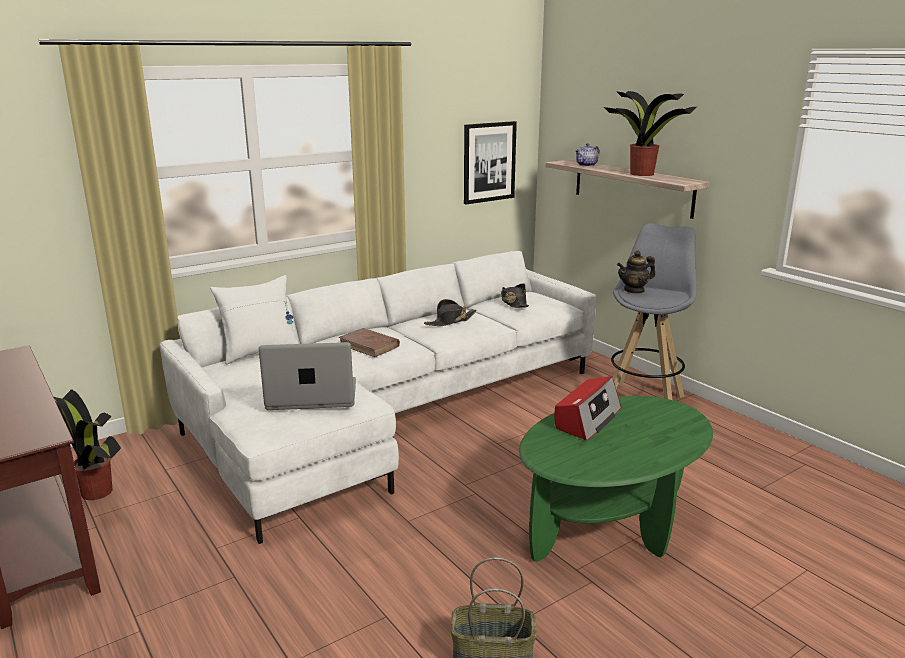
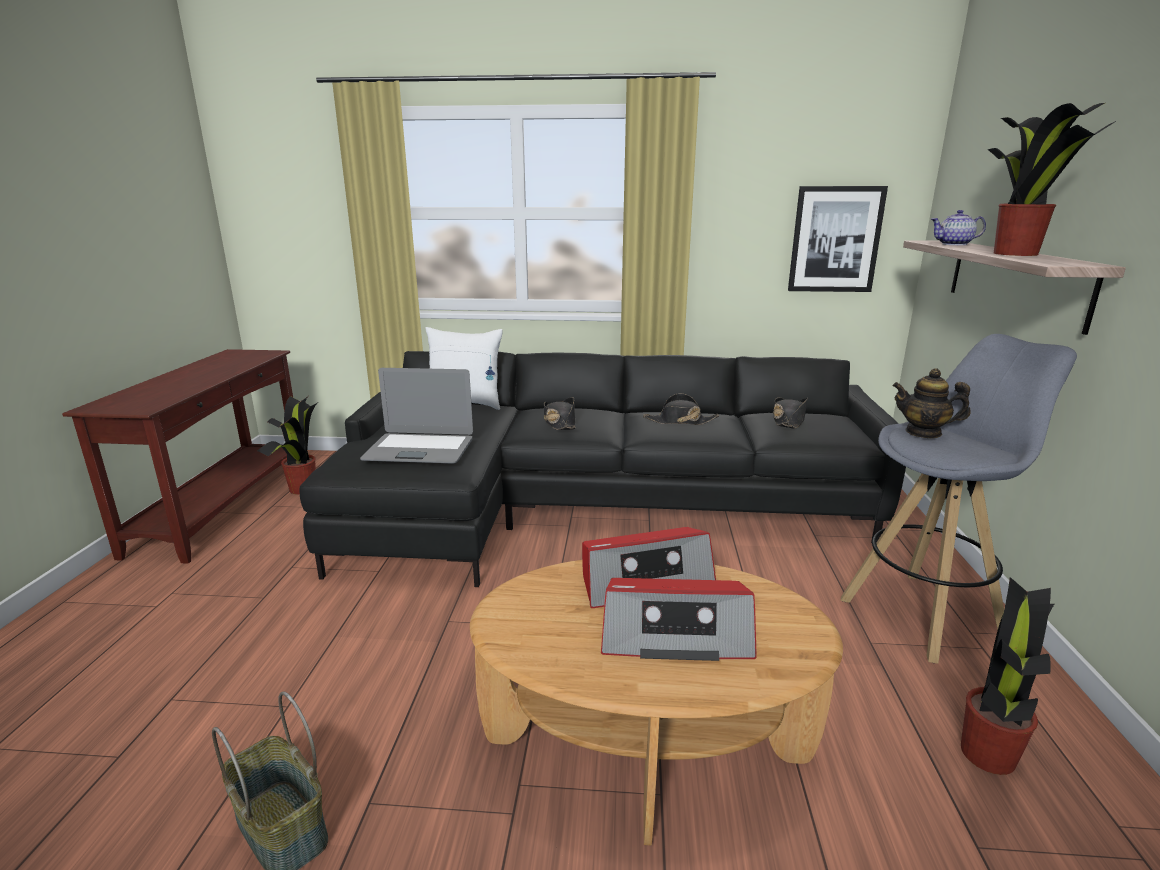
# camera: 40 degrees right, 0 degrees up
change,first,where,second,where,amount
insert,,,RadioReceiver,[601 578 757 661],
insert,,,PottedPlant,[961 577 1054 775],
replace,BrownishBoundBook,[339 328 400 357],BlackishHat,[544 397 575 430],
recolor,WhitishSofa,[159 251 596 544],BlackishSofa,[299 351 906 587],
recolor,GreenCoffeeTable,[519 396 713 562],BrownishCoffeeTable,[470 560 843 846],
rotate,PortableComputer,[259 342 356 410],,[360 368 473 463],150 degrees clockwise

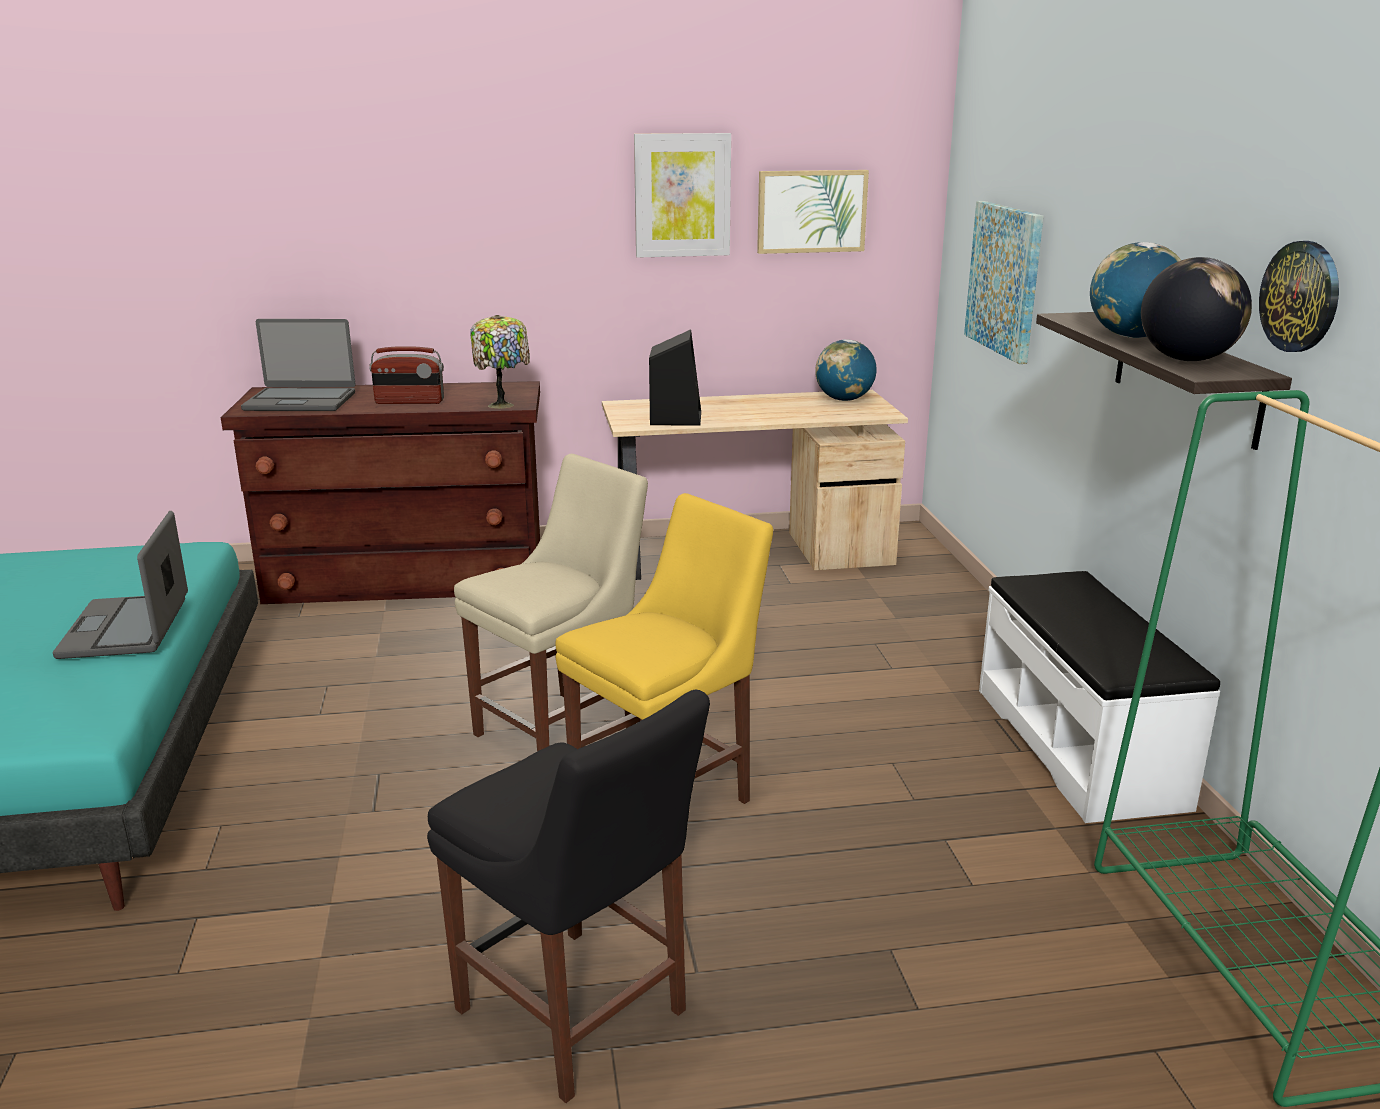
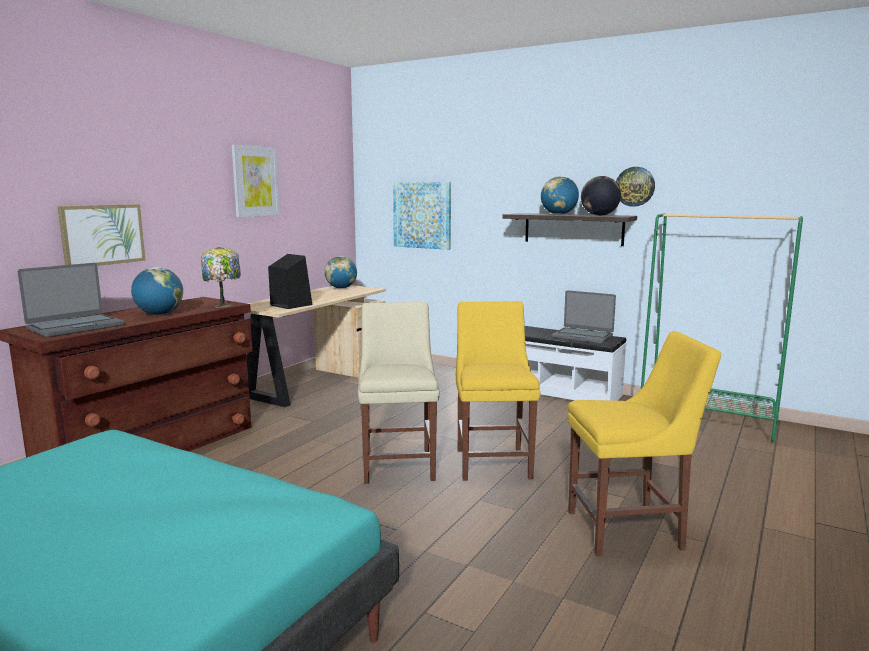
# camera: 50 degrees left, 10 degrees down
change,first,where,second,where,amount
move,PortableComputer,[53 511 188 659],,[551 290 616 344],
move,WallPicture,[757 170 869 254],,[57 204 146 266],
replace,RadioReceiver,[369 346 444 404],Globe,[131 267 183 315],
recolor,BlackishUprightChair,[427 690 710 1103],YellowUprightChair,[568 331 721 556],

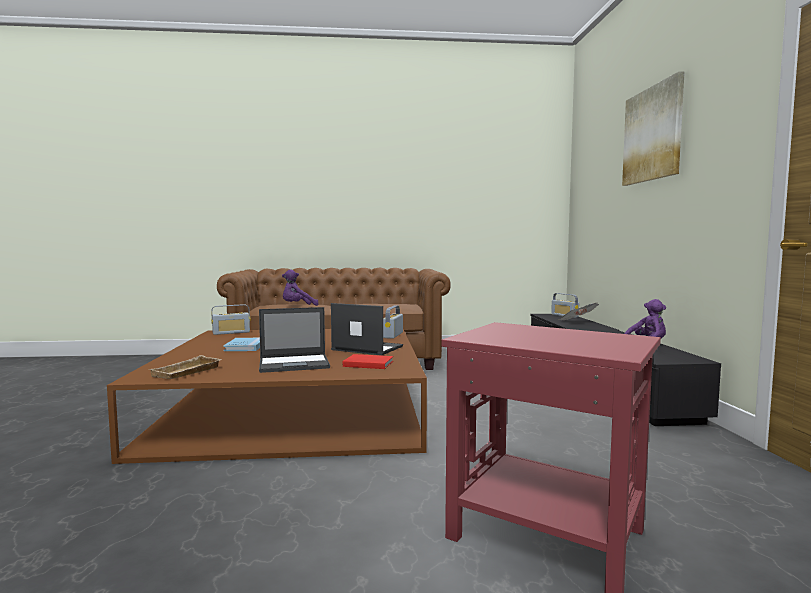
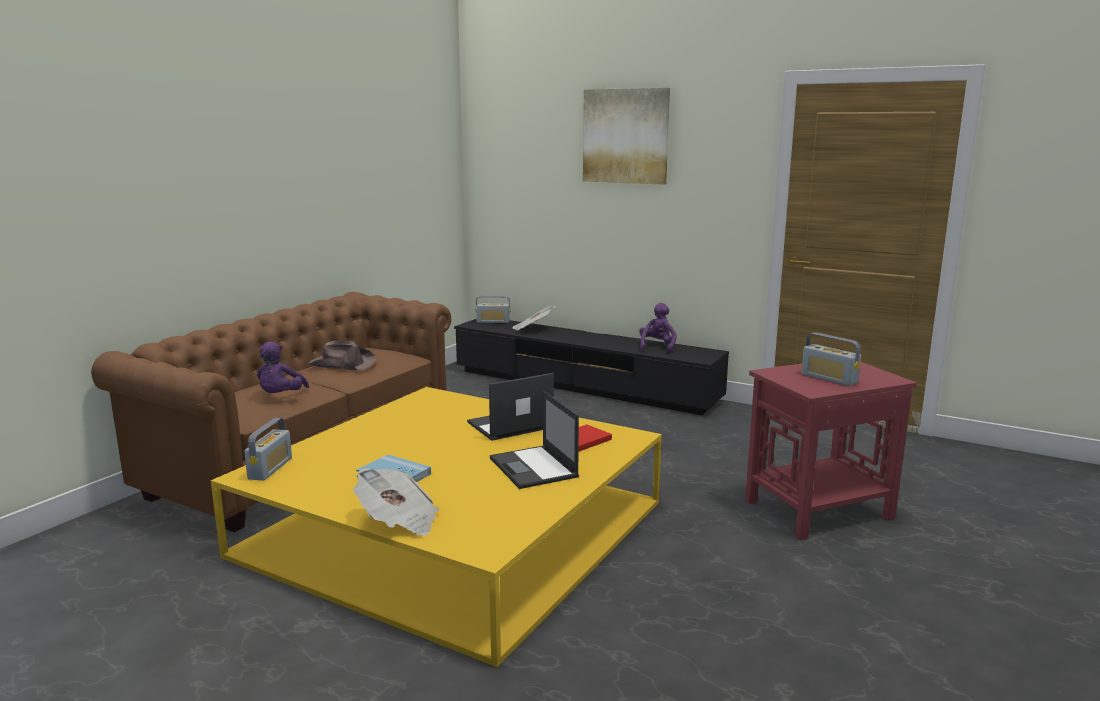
# camera: 55 degrees left, 10 degrees up
change,first,where,second,where,amount
delete,BeigeColouredCarryingTray,[149 355 222 379],,,
insert,,,BrownishHat,[309 341 377 370],
insert,,,DailyPaper,[353 468 439 536],
move,RadioReceiver,[383 305 403 339],,[802 333 861 386],
recolor,BrownishCoffeeTable,[107 329 427 464],YellowCoffeeTable,[211 387 662 667],
rotate,PortableComputer,[259 307 330 373],,[490 391 579 489],135 degrees clockwise

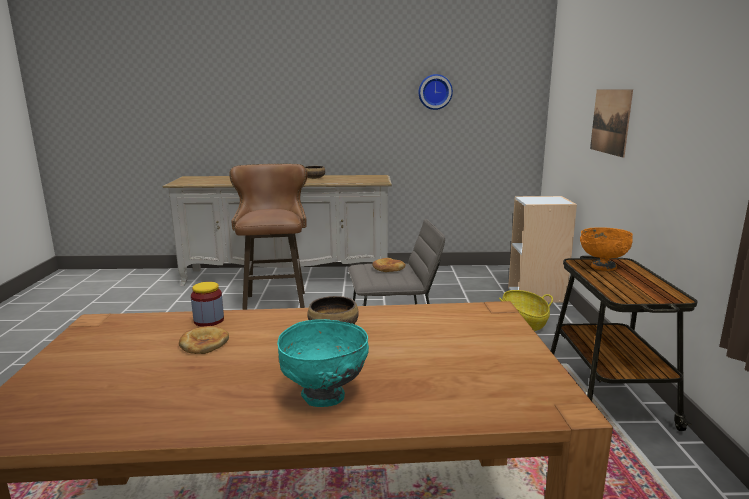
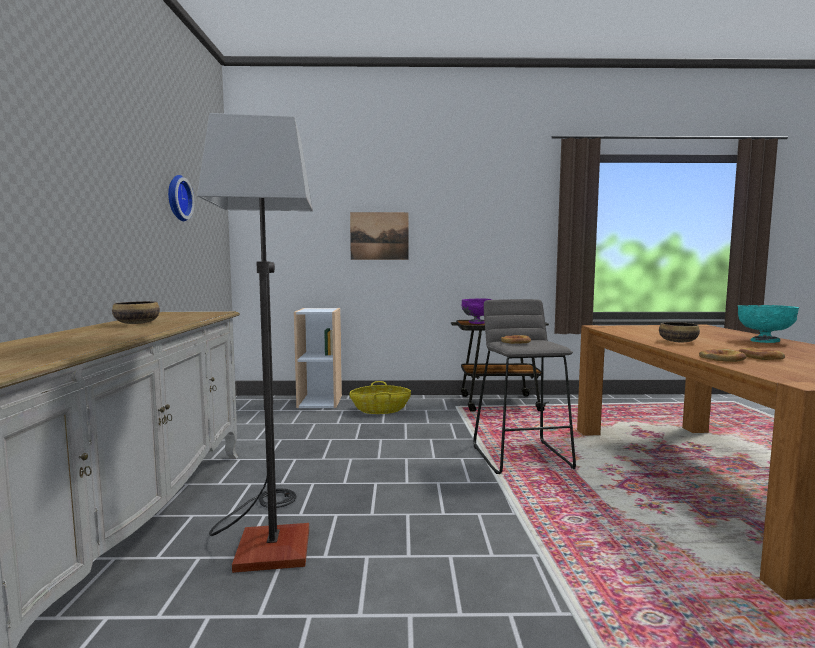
# camera: 90 degrees left, 10 degrees down
change,first,where,second,where,amount
replace,PreserveJar,[191 282 224 327],BakeryBread,[699 349 747 362],
replace,BrownishStool,[229 163 307 310],FloorLamp,[197 113 313 573],
recolor,OrangeColouredDeepDish,[580 227 633 271],PurpleDeepDish,[462 298 492 324],

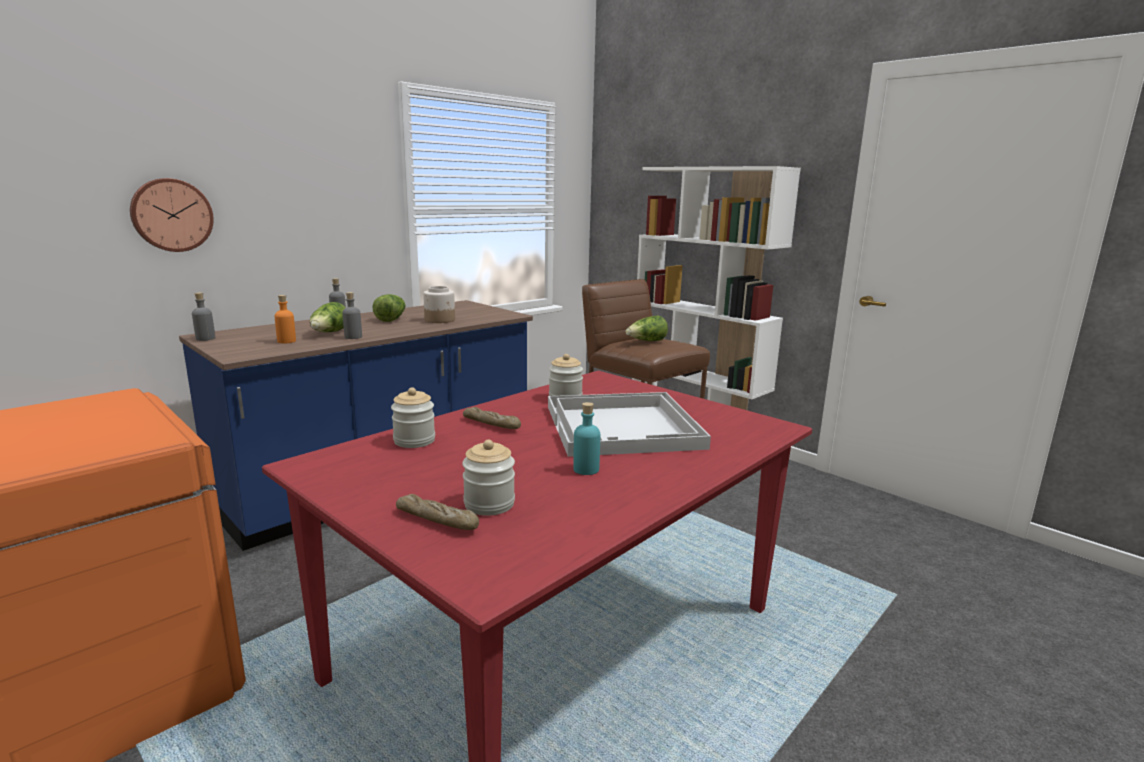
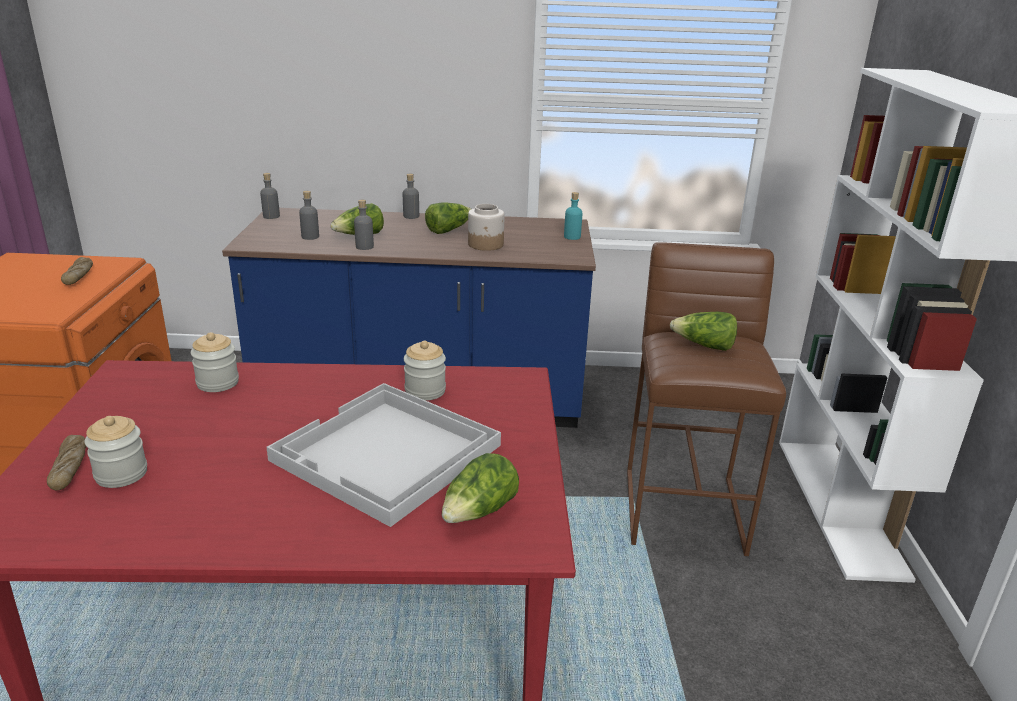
# camera: 45 degrees right, 10 degrees up
change,first,where,second,where,amount
delete,ClockOnTheWall,[130 178 214 252],,,
insert,,,LettuceHead,[442 453 519 523],
move,BakeryBread,[463 407 521 429],,[61 257 93 285],
move,TurquoiseColouredBeverageBottle,[573 402 600 475],,[564 192 583 240],
recolor,OrangeColouredBeverageBottle,[275 295 296 344],GreyishBeverageBottle,[299 191 319 240],

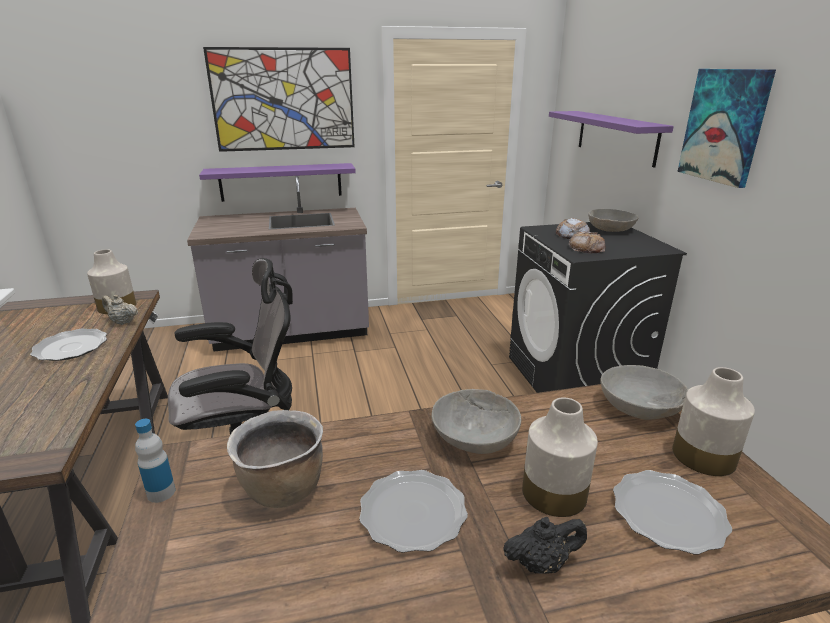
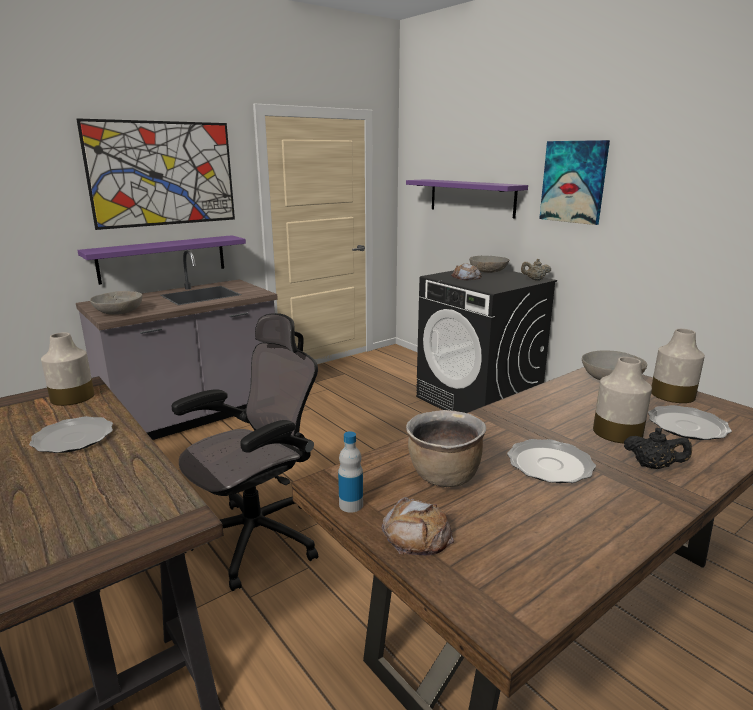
# camera: 25 degrees left, 5 degrees down
change,first,where,second,where,amount
move,BeigeColouredTeapot,[102 295 138 325],,[521 259 551 281],
move,GreyishDeepDish,[431 389 521 454],,[90 291 143 315],
move,BakeryBread,[569 231 606 253],,[381 497 454 555],
rotate,BlackishTeapot,[503 517 587 574],,[624 428 692 469],60 degrees clockwise

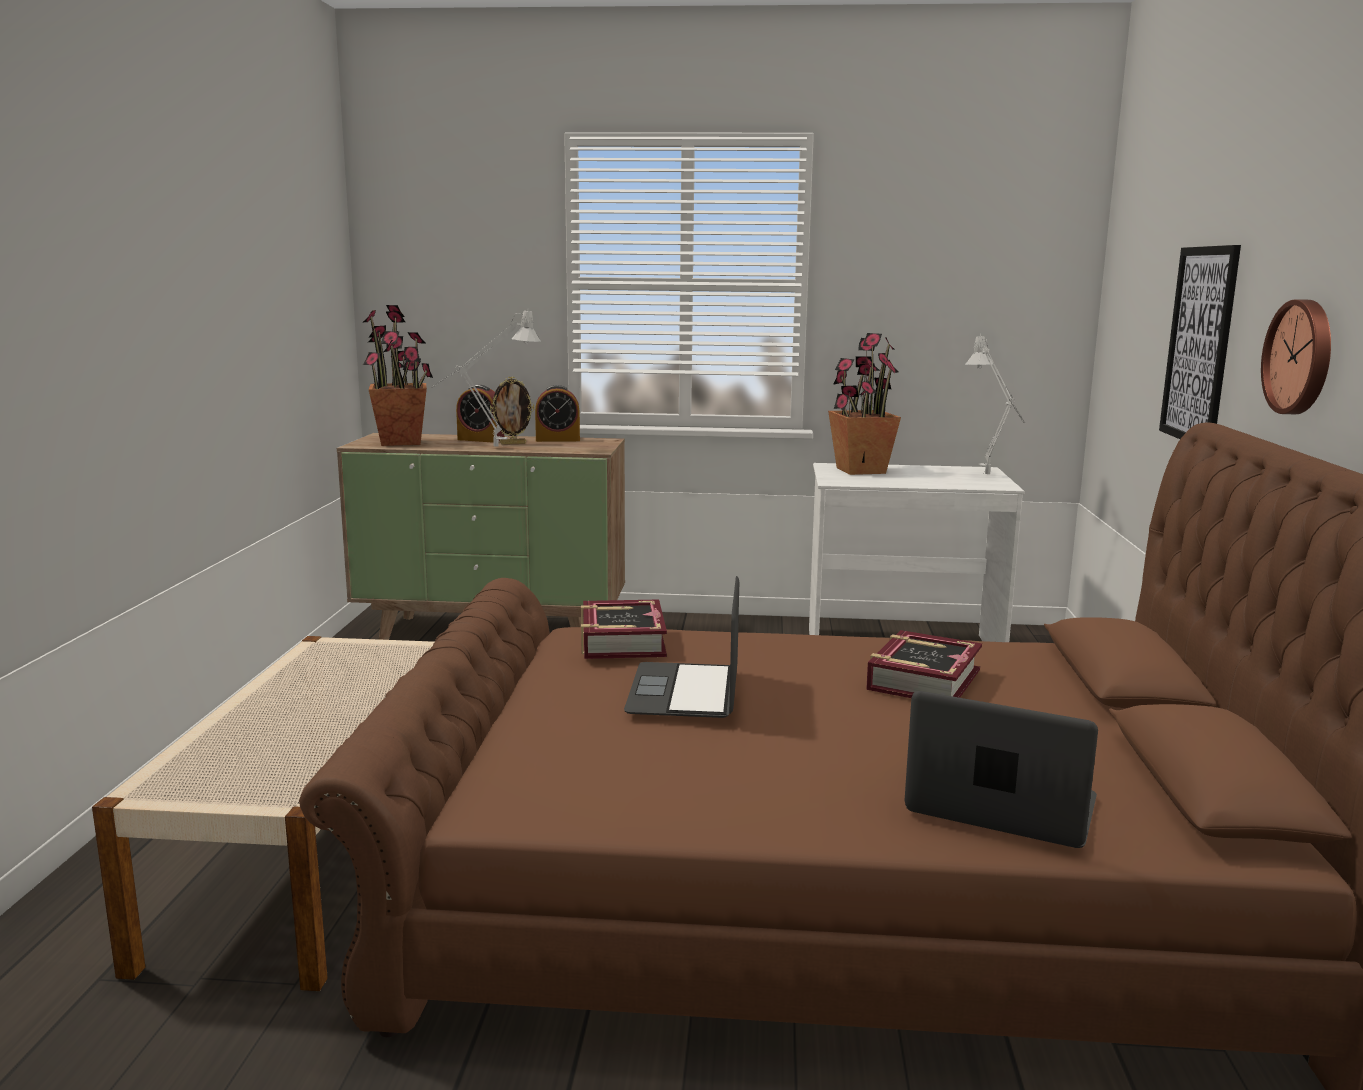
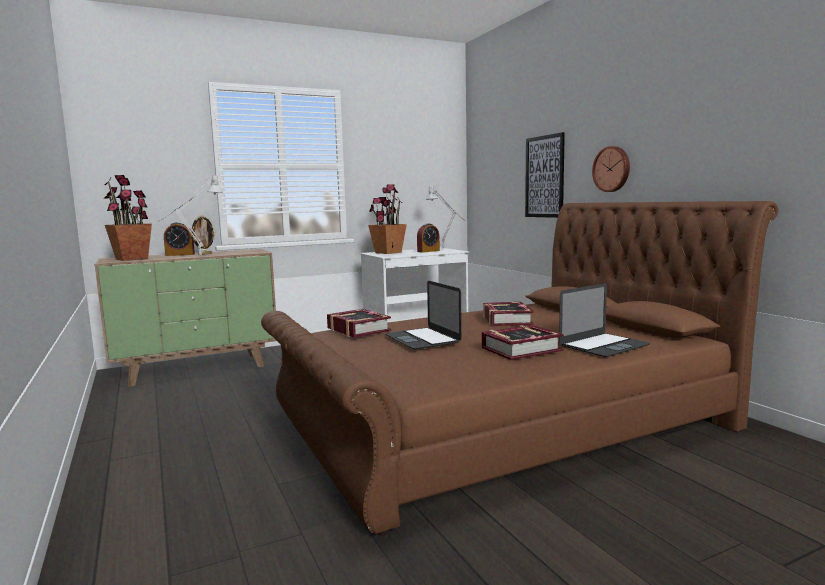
# camera: 30 degrees left, 5 degrees down
change,first,where,second,where,amount
delete,BeigeColouredIndoorBench,[92 636 434 991],,,
insert,,,BoundBook,[482 325 564 360],
move,BedsideClock,[535 385 580 442],,[417 224 440 253],
rotate,PortableComputer,[905 691 1098 848],,[559 283 651 357],150 degrees clockwise

